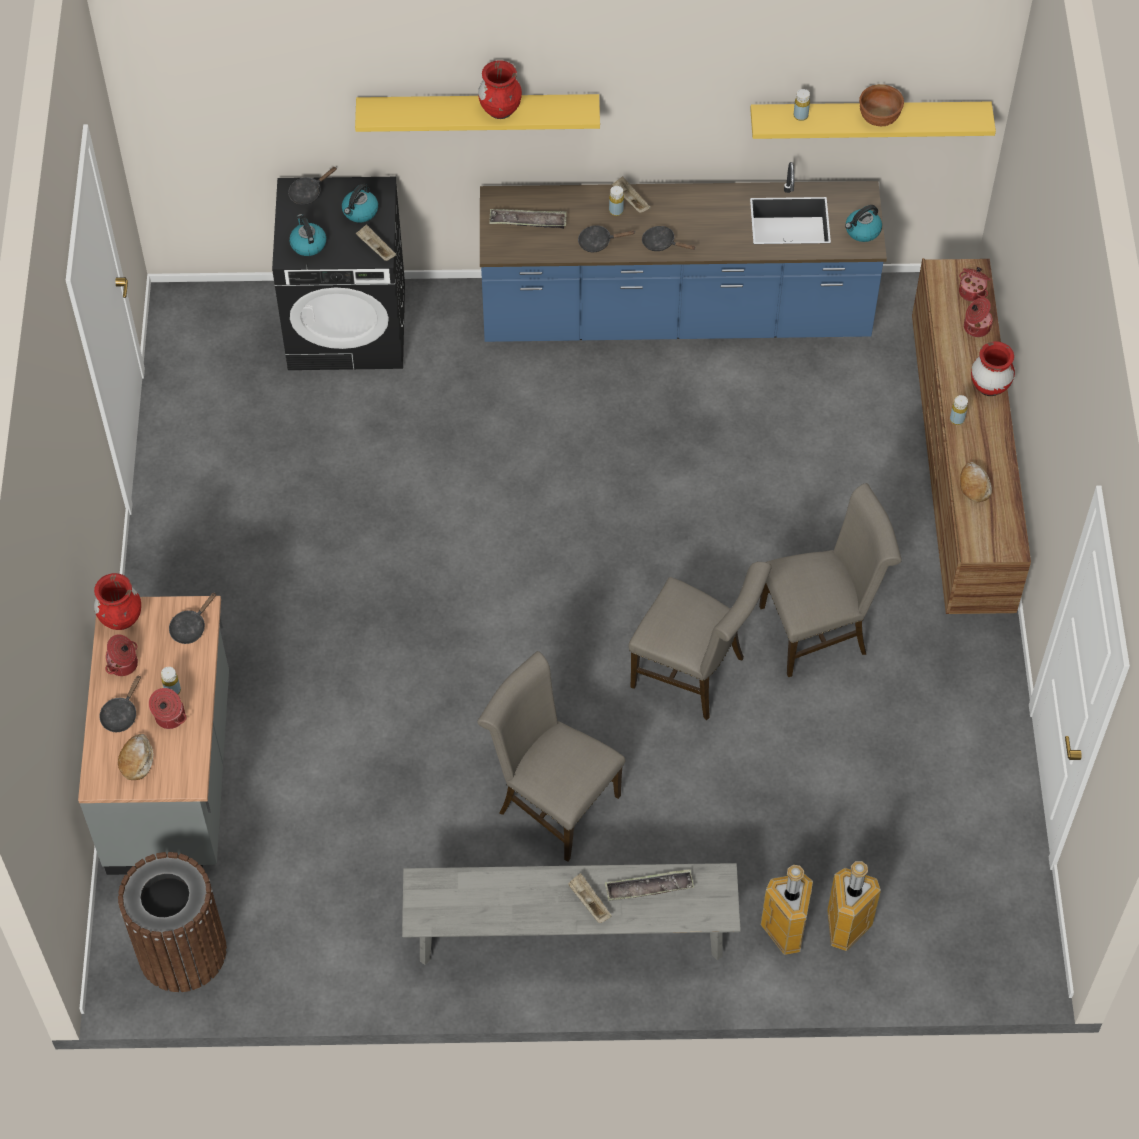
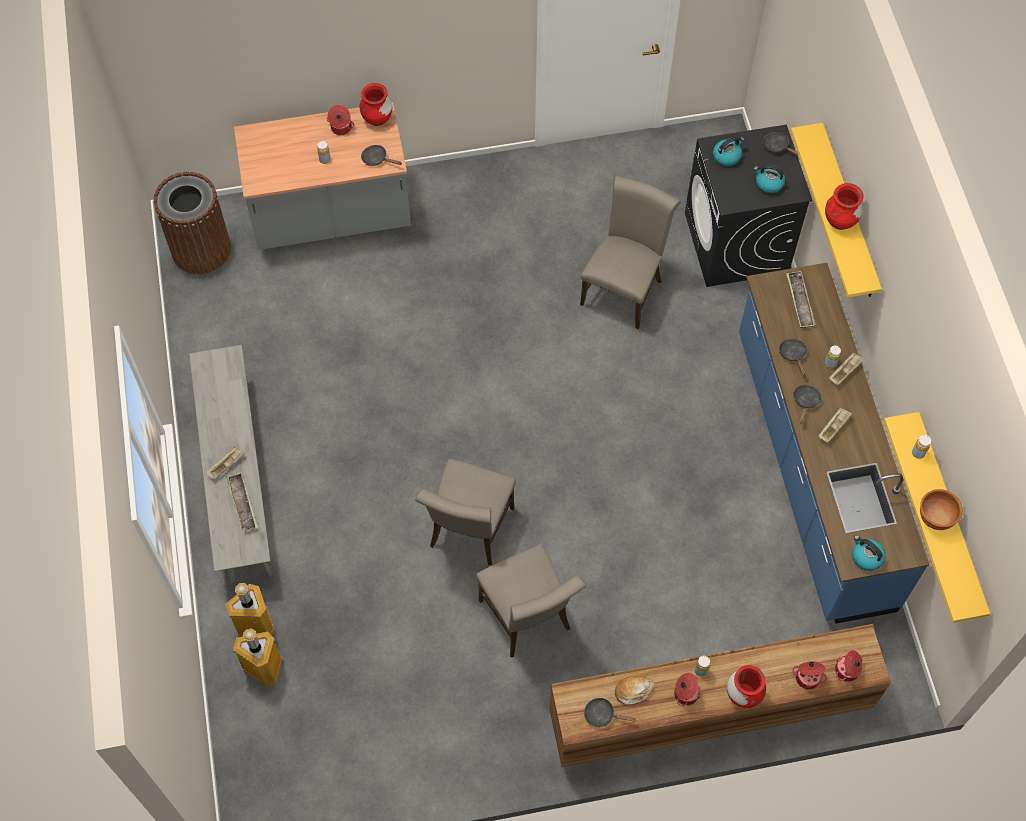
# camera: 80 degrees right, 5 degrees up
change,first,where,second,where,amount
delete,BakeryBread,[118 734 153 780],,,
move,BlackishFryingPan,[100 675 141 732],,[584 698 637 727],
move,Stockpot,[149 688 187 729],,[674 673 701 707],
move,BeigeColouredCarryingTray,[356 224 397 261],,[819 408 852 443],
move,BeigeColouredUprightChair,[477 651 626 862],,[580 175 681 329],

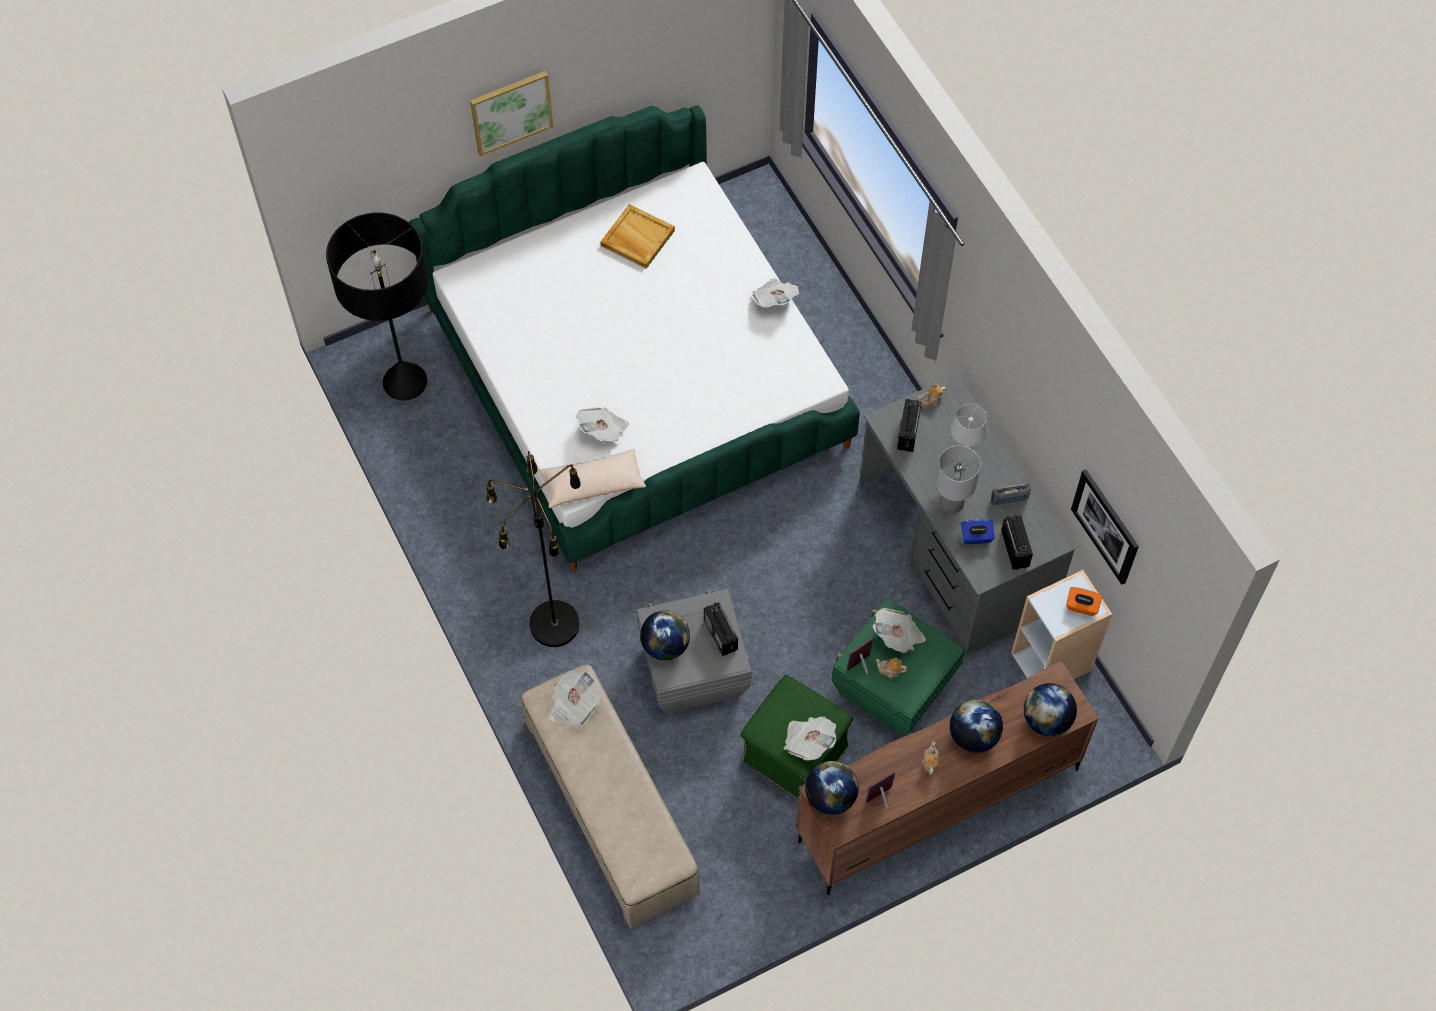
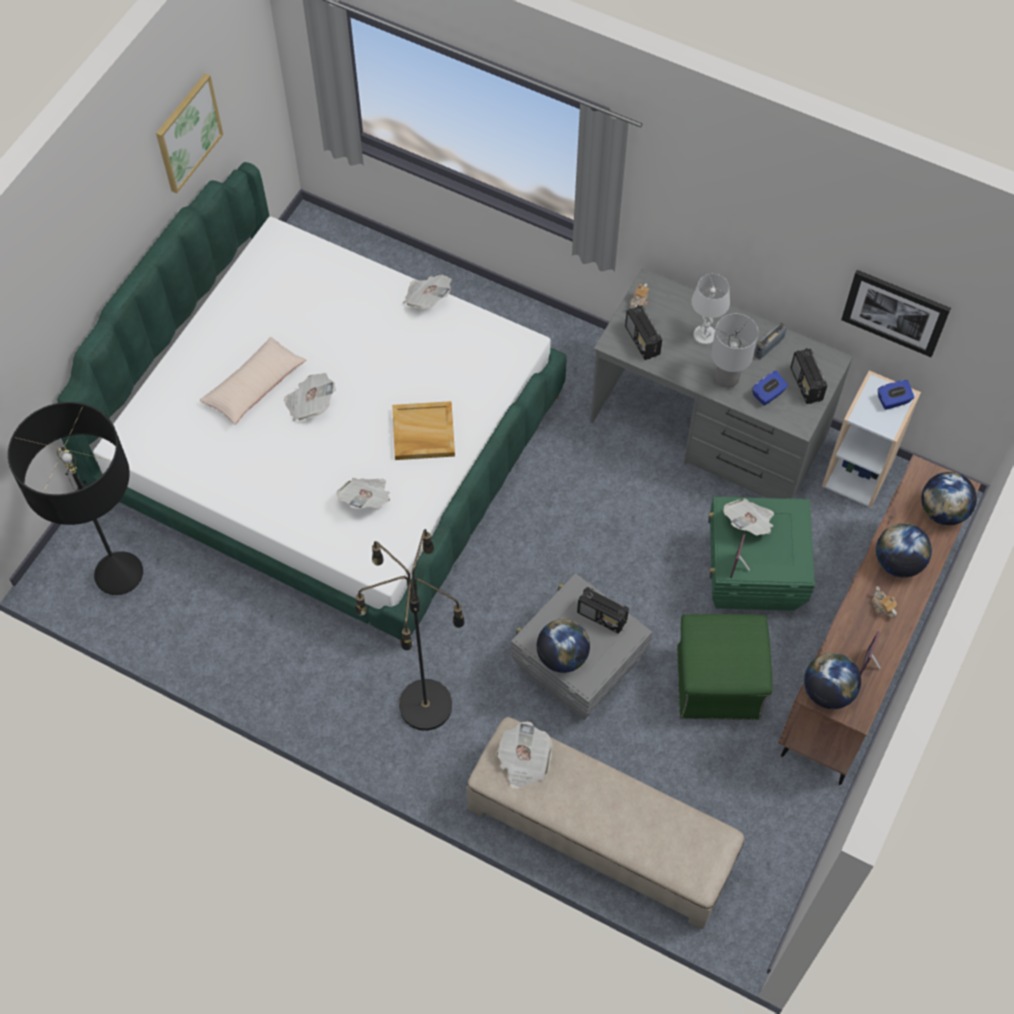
# camera: 35 degrees left, 0 degrees up
change,first,where,second,where,amount
delete,Teapot,[876 658 907 678],,,
move,WallPicture,[470 71 553 156],,[156 73 223 194],
move,BeigeColouredPillow,[539 449 646 508],,[200 337 306 425],
move,BeigeColouredCarryingTray,[600 204 675 269],,[392 401 455 460],
move,DailyPaper,[784 716 836 760],,[284 373 336 421],
recolor,OrangeColouredBoxOfTissues,[1066 587 1102 616],BluishBoxOfTissues,[878 380 914 410],
rotate,RadioReceiver,[1001 515 1033 570],,[791 348 827 404],150 degrees counterclockwise

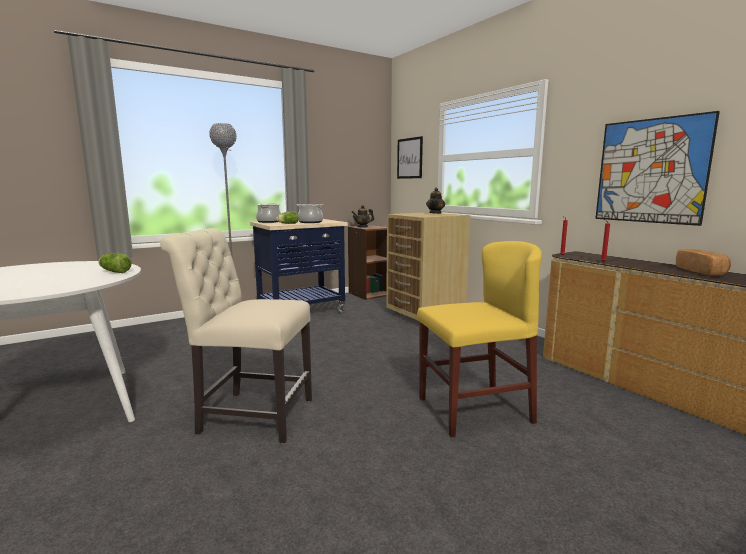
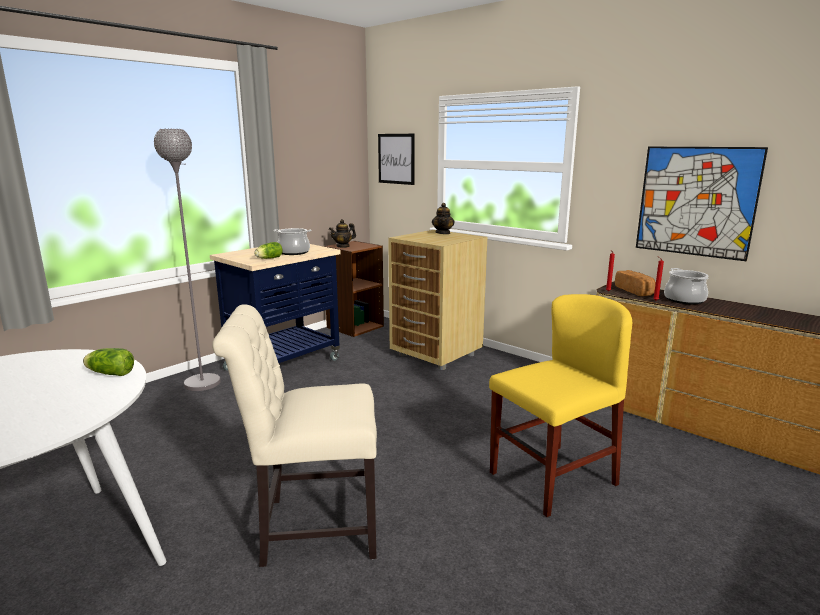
# camera: 15 degrees left, 5 degrees up
change,first,where,second,where,amount
move,Stockpot,[256 203 281 223],,[664 268 709 305],
move,BakeryBread,[676 249 731 276],,[615 270 656 296],

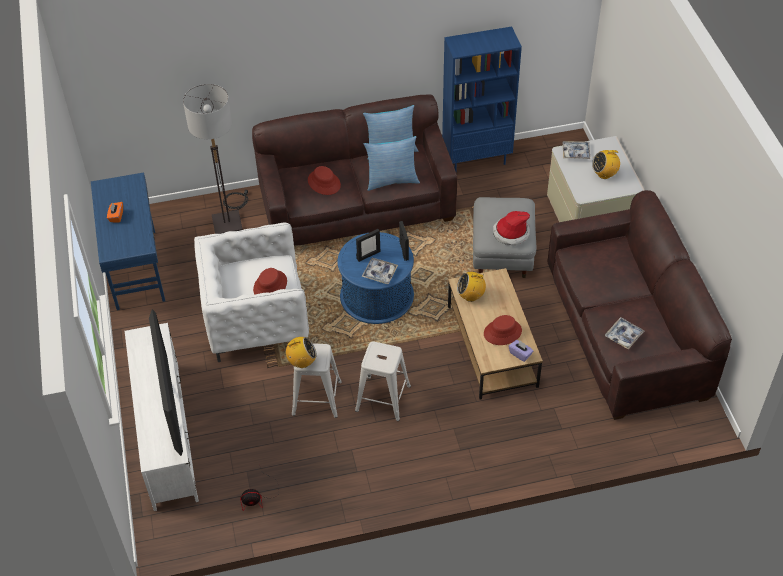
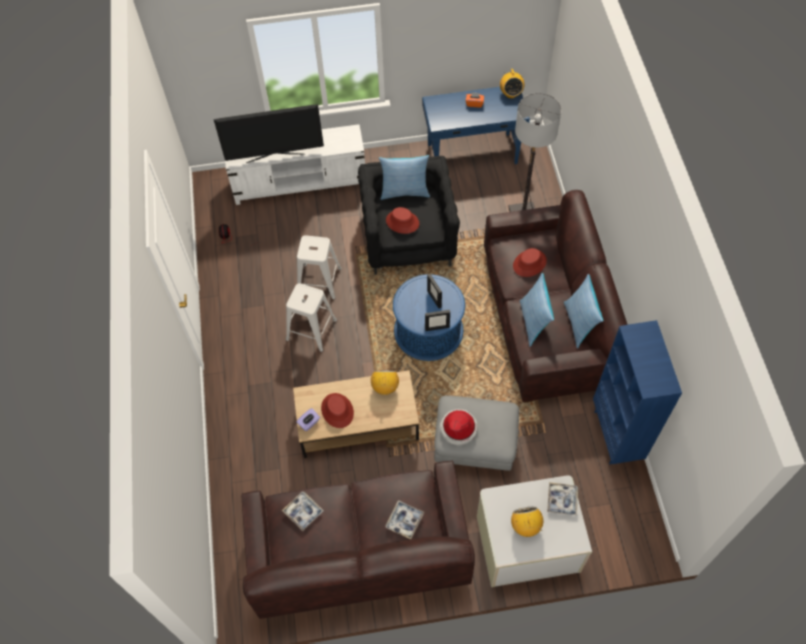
# camera: 95 degrees right, 10 degrees up
change,first,where,second,where,amount
insert,,,Pillow,[379 155 430 200],
move,RadioReceiver,[286 337 317 368],,[500 69 525 98],
move,CarryingTray,[362 258 398 284],,[385 500 424 539],
recolor,WhitishEasyChair,[194 223 309 362],BlackishEasyChair,[358 156 460 275],

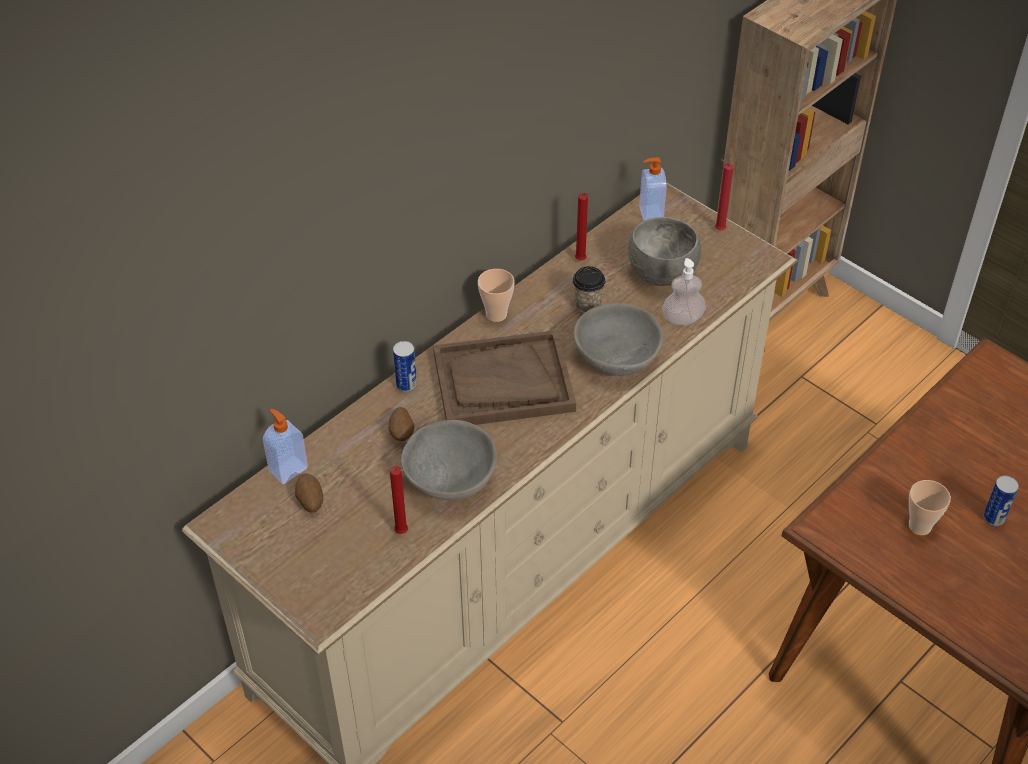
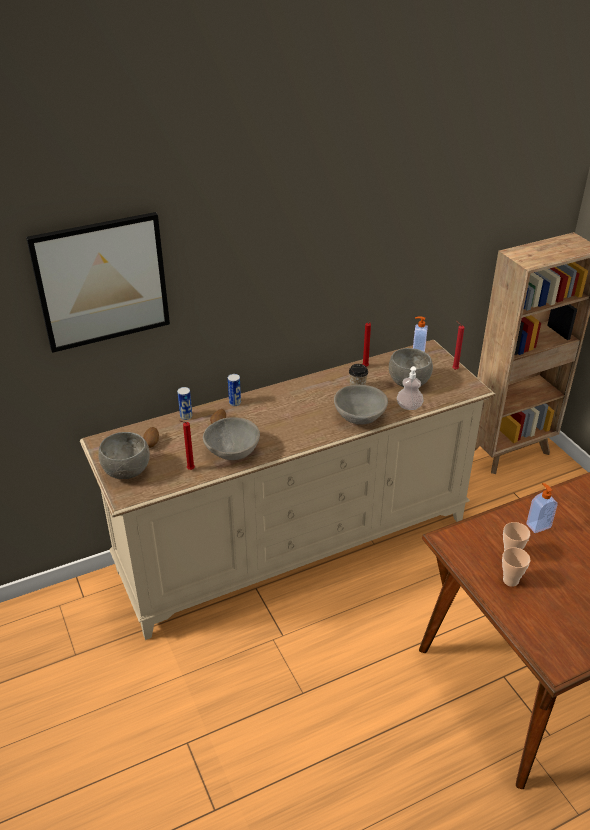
# camera: 20 degrees right, 10 degrees down
change,first,where,second,where,amount
delete,BrownishCarryingTray,[433 330 576 425],,,
insert,,,WallPicture,[26 212 170 353],
insert,,,GreyishDeepDish,[98 432 150 479],
move,LiquidSoapBottle,[263 409 308 484],,[526 483 557 533],
move,SmallCup,[478 269 515 322],,[502 547 530 587],
move,Can,[983 476 1019 526],,[177 387 192 420],

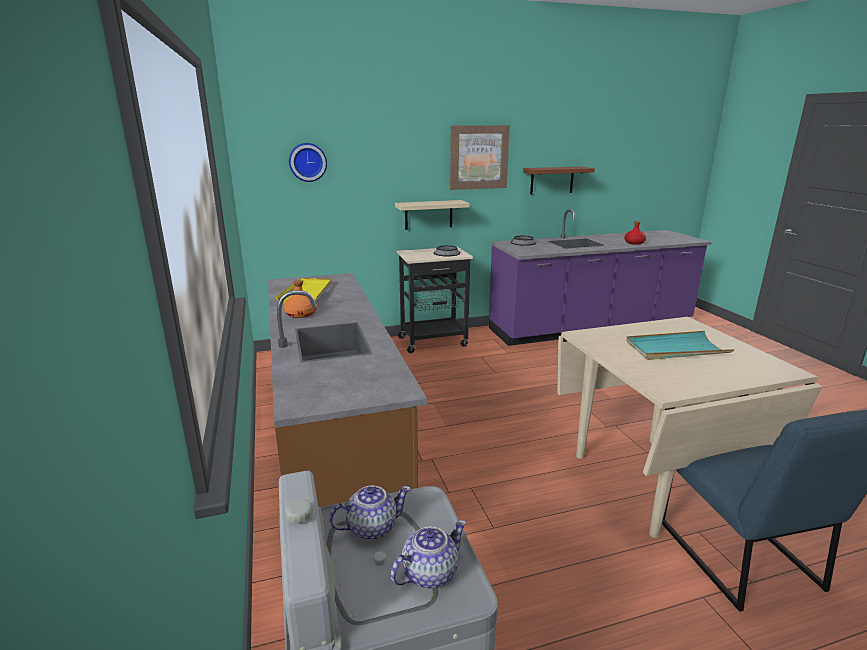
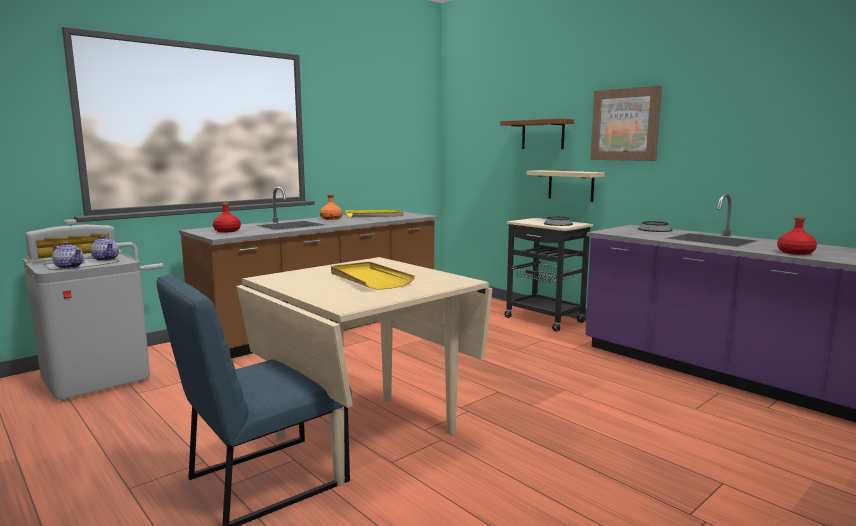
# camera: 65 degrees right, 10 degrees down
change,first,where,second,where,amount
delete,ClockOnTheWall,[289 143 327 182],,,
insert,,,ReddishBeverageBottle,[213 202 241 233],
move,BrownishWallShelf,[523 167 595 195],,[500 118 574 149],
recolor,TurquoiseColouredCarryingTray,[626 331 734 360],YellowCarryingTray,[331 262 415 290],

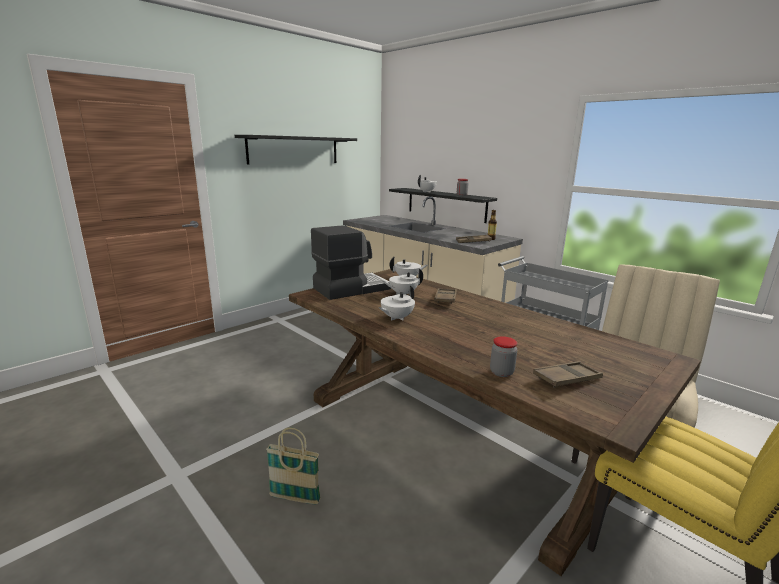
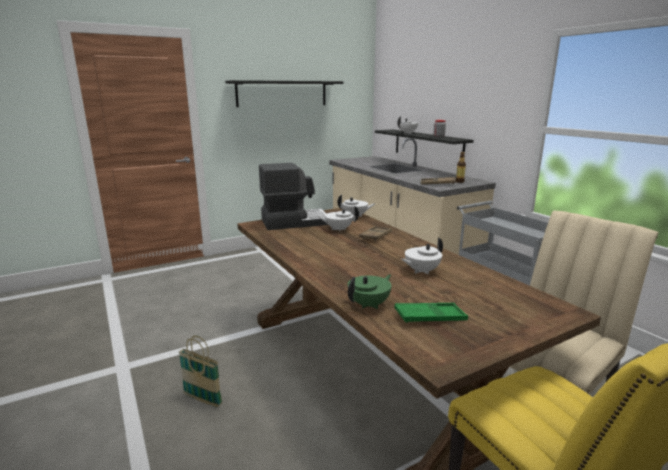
# camera: 15 degrees right, 0 degrees up
change,first,where,second,where,amount
move,WhitishTeapot,[379 286 415 321],,[401 238 443 274],
replace,PreserveJar,[490 336 517 377],GreenTeapot,[348 274 392 309],
recolor,BrownishCarryingTray,[533 361 603 388],GreenCarryingTray,[394 303 468 323],

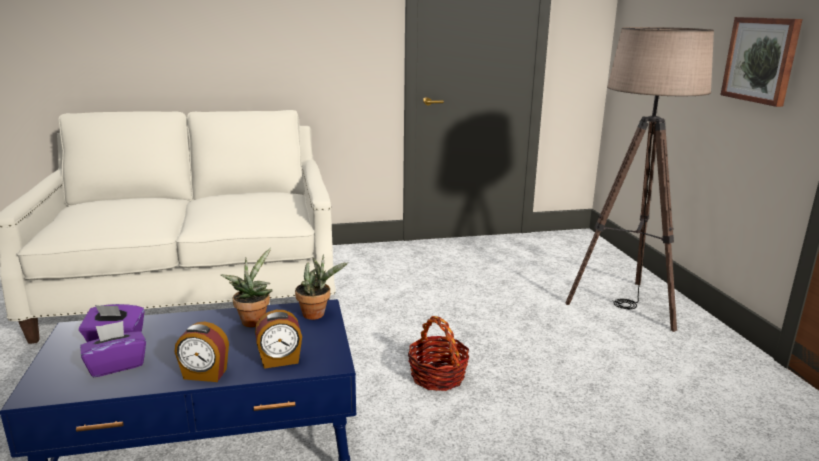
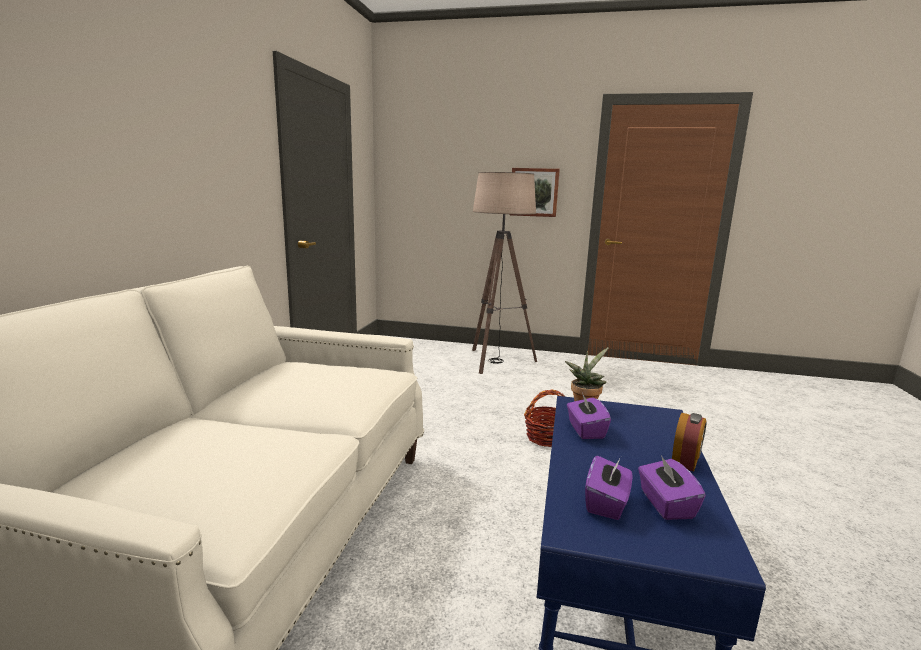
# camera: 65 degrees left, 5 degrees down
change,first,where,second,where,amount
delete,BedsideClock,[255 310 302 369],,,
replace,PottedPlant,[221 248 272 327],PurpleBoxOfTissues,[567 393 611 439],

